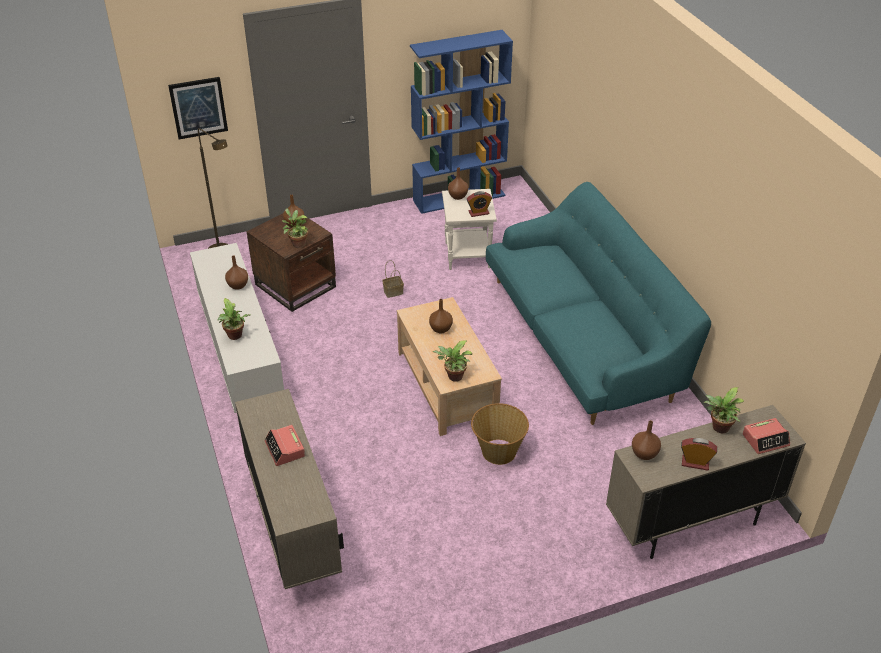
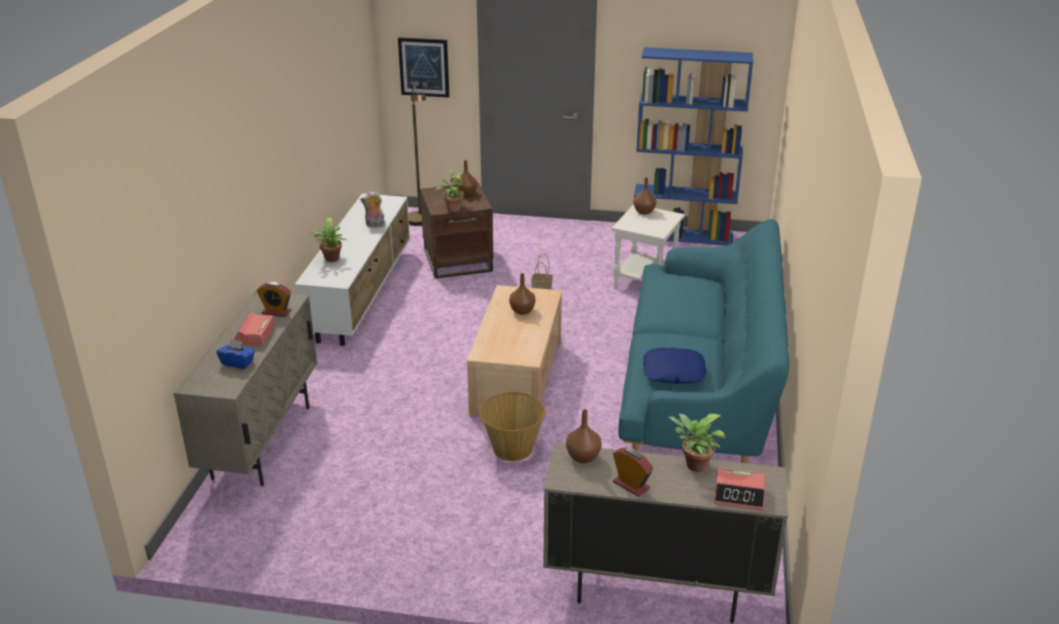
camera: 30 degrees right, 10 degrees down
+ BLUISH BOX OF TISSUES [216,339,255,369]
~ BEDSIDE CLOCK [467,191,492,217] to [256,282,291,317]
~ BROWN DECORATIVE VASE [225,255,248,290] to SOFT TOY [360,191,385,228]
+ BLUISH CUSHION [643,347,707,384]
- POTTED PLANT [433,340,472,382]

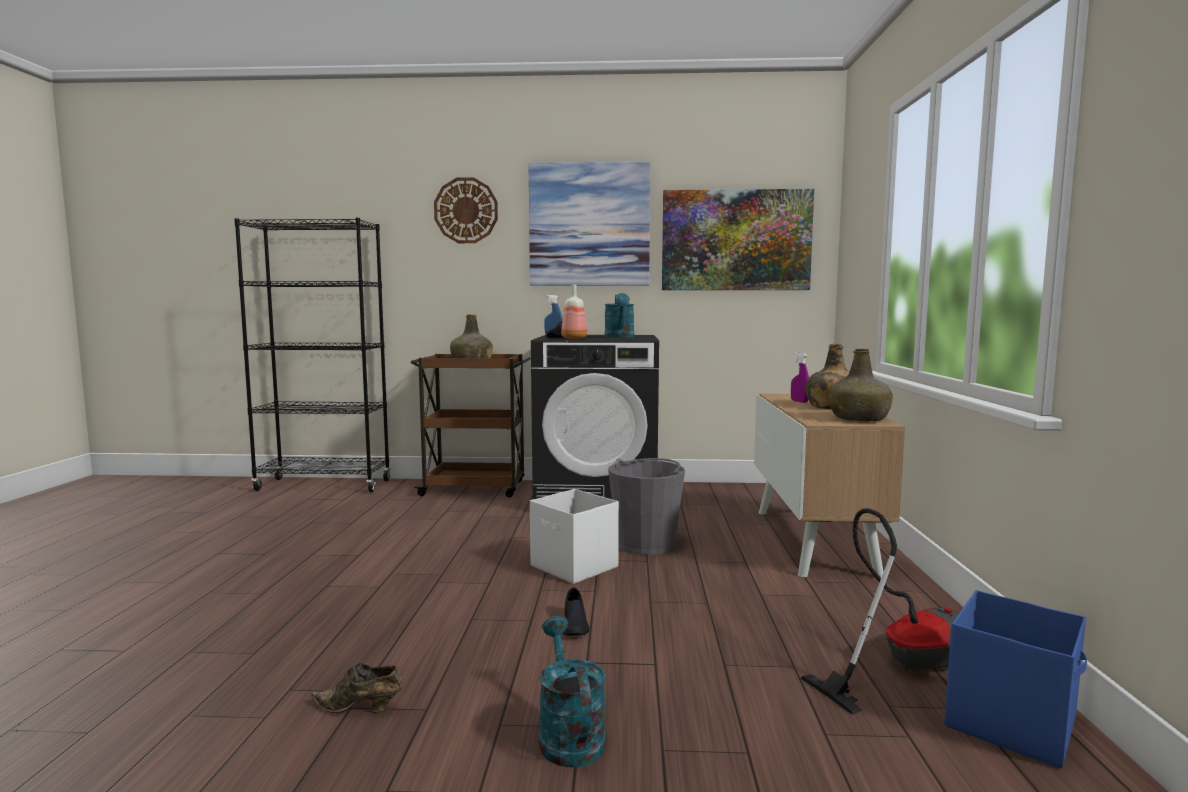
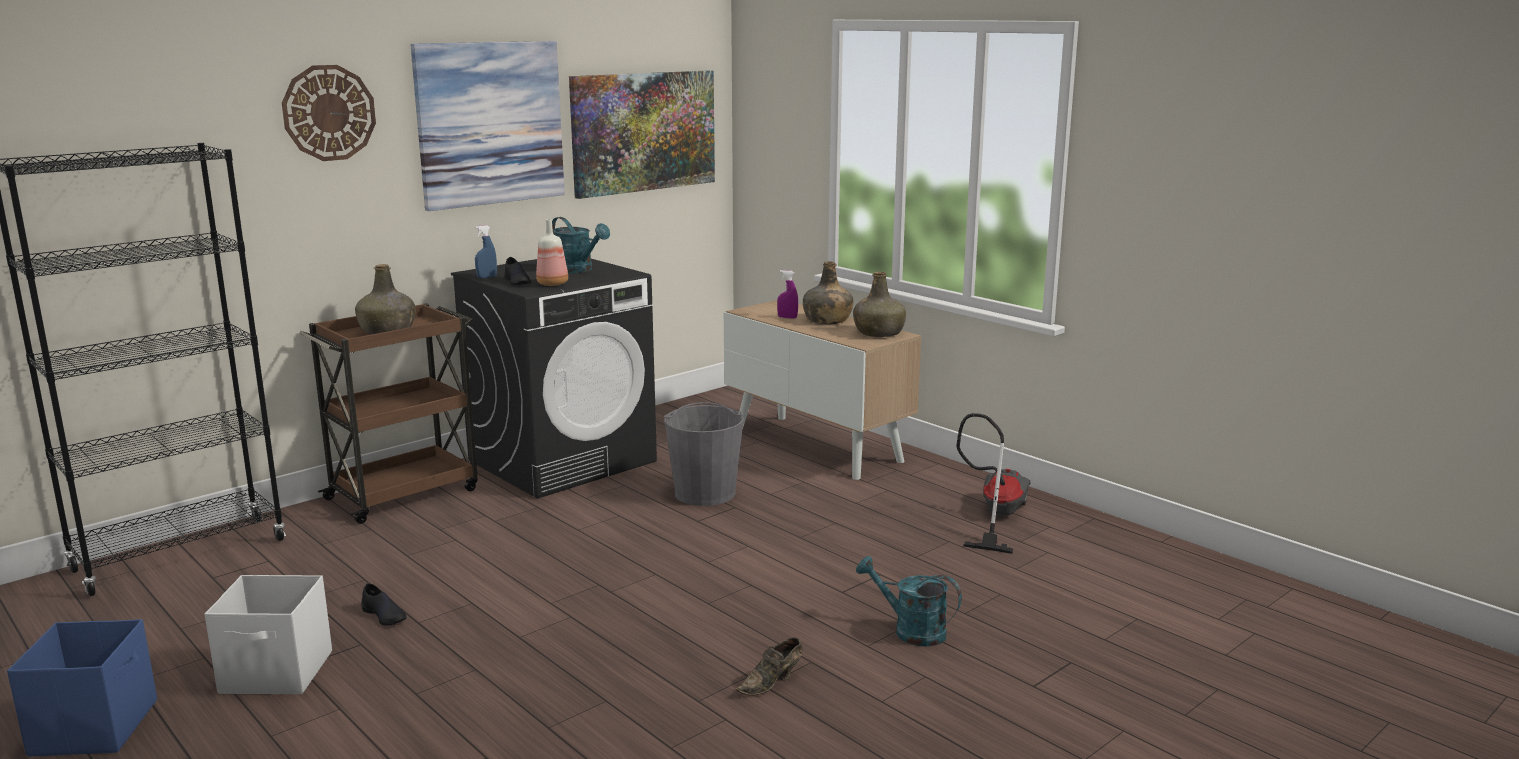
camera: 45 degrees left, 10 degrees up
~ BLUISH STORAGE BIN [944,590,1087,768] to [7,619,157,756]
~ WHITE STORAGE BIN [530,489,619,584] to [205,575,332,694]
~ BLACK-COLOURED SHOE [563,587,589,636] to [361,583,407,626]

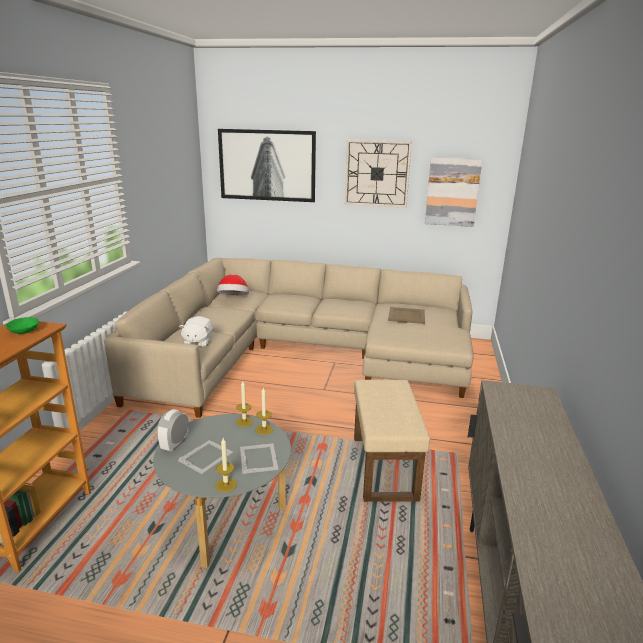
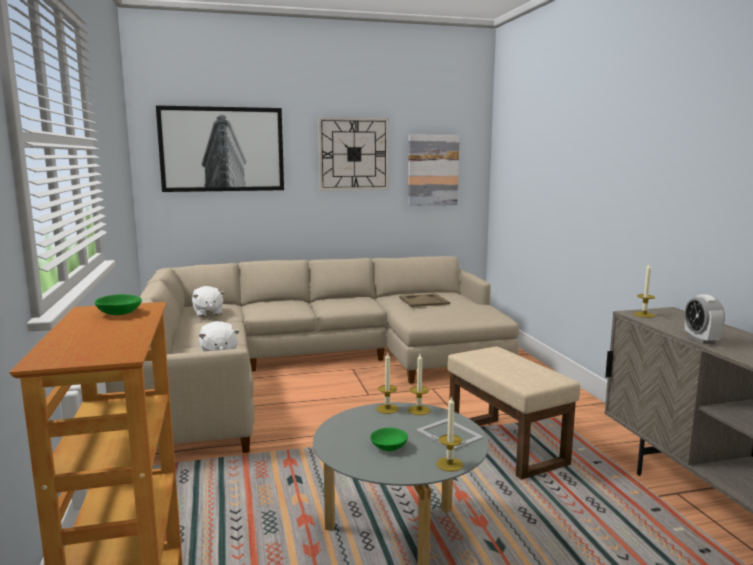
camera: 25 degrees left, 10 degrees down
~ CLOTHING HAT [217,275,249,295] to WHITE SOFT TOY [192,286,225,317]
~ PICTURE FRAME [178,440,233,474] to GREEN BOWL [370,428,408,451]
+ WAX CANDLE [634,264,655,318]
~ BEDSIDE CLOCK [157,409,188,452] to [685,294,725,344]

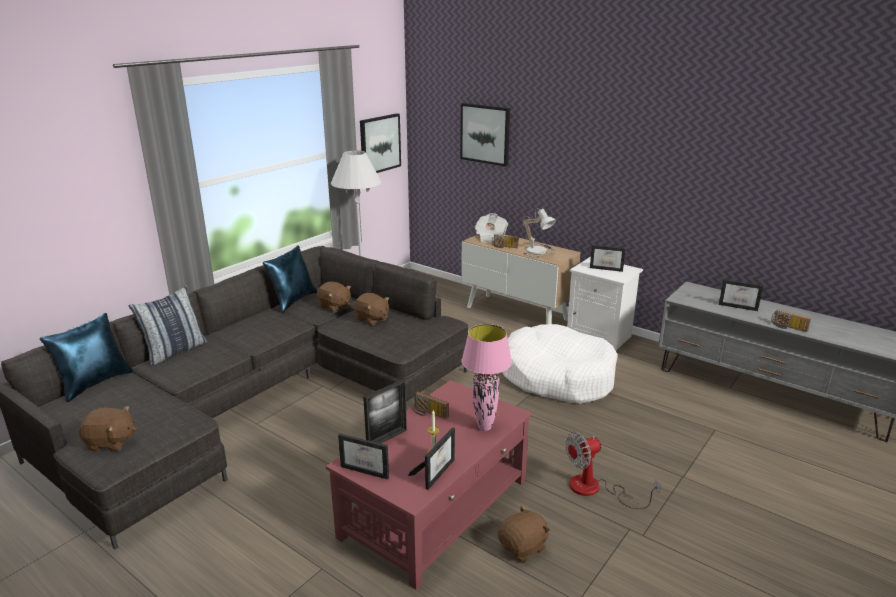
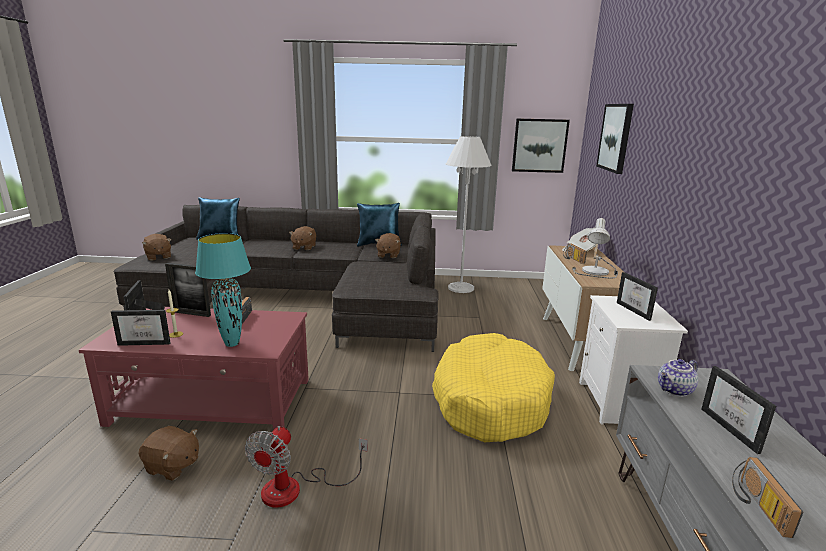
camera: 55 degrees right, 5 degrees down
~ PINKISH TABLE LAMP [462,324,512,431] to TURQUOISE TABLE LAMP [195,233,251,347]
~ COOLING FAN [565,432,661,509] = [245,426,368,508] 105 degrees counterclockwise
~ BROWN SOFT TOY [353,293,389,325] to [289,226,316,250]
~ WHITE DOG BED [502,324,618,404] to YELLOW-COLOURED DOG BED [432,333,555,442]
+ TEA POT [658,359,698,397]
- CUSHION [128,285,208,366]

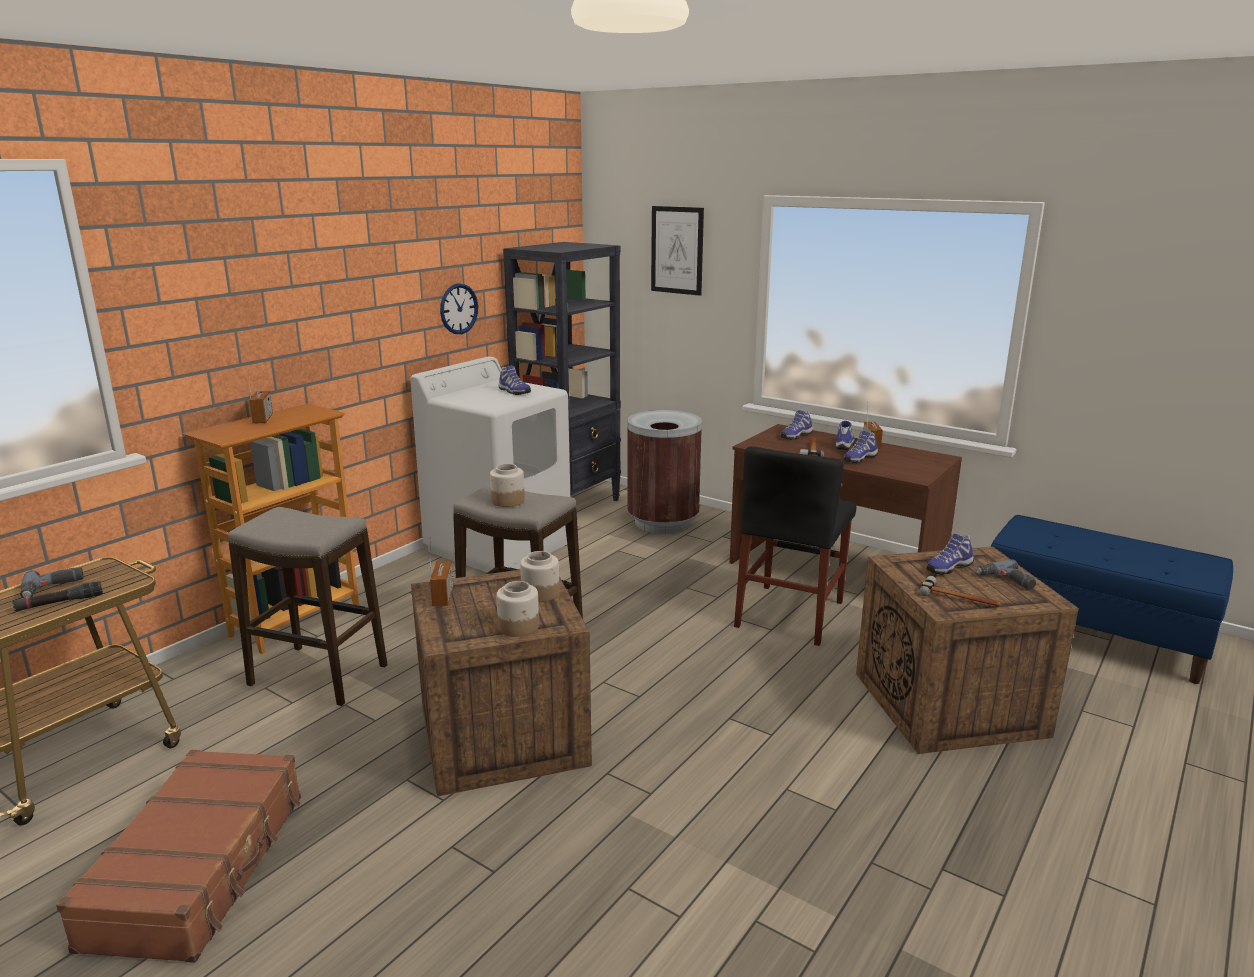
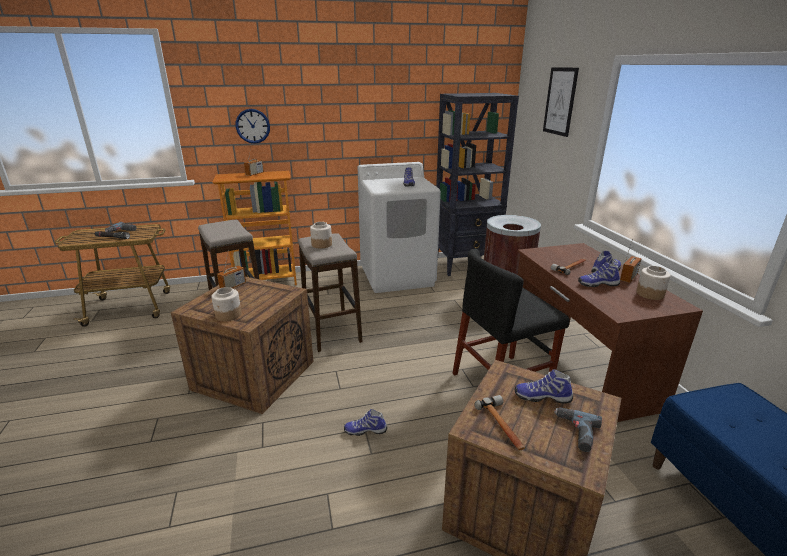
camera: 40 degrees right, 5 degrees up
~ CLOCK ON THE WALL [440,283,478,334] to [236,109,270,144]
~ SHOE [780,410,813,440] to [344,409,387,436]
~ STORAGE JAR [520,551,560,602] to [636,266,671,300]
- BROWN TRAVEL CASE [56,750,301,963]

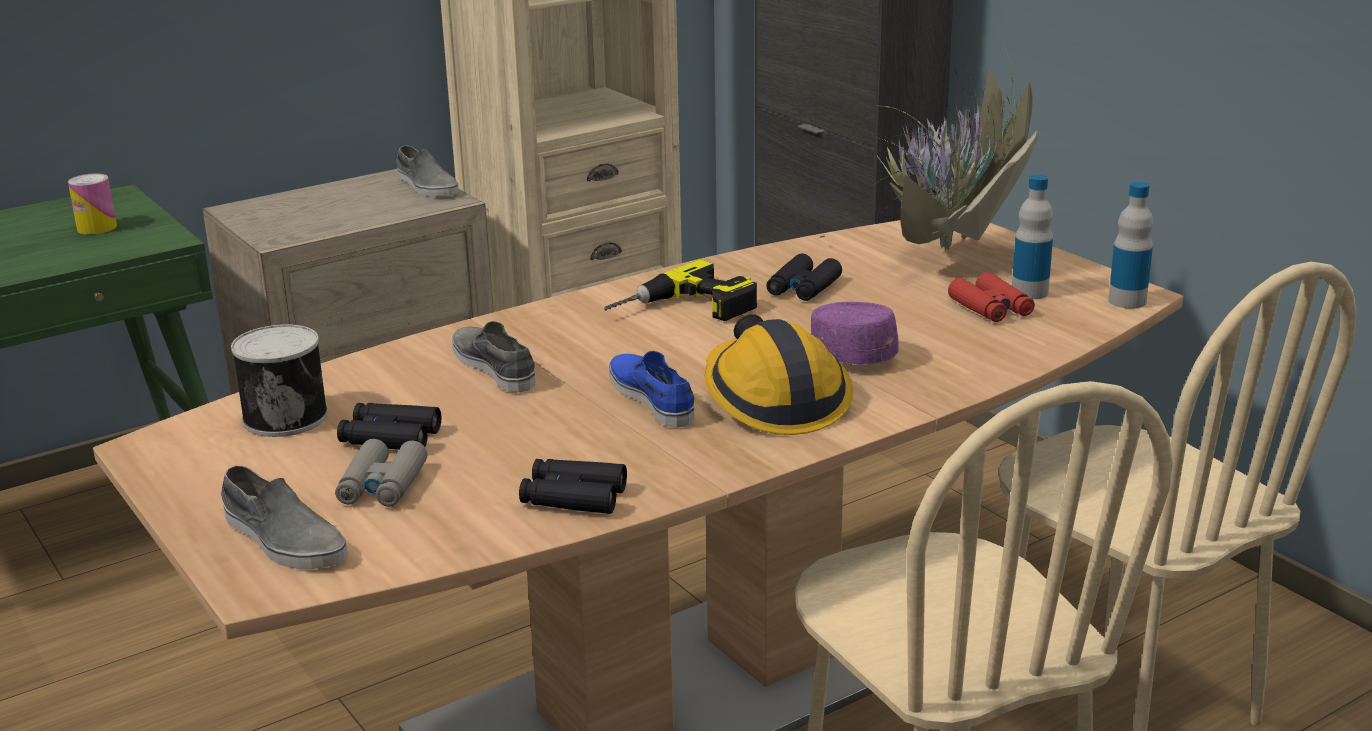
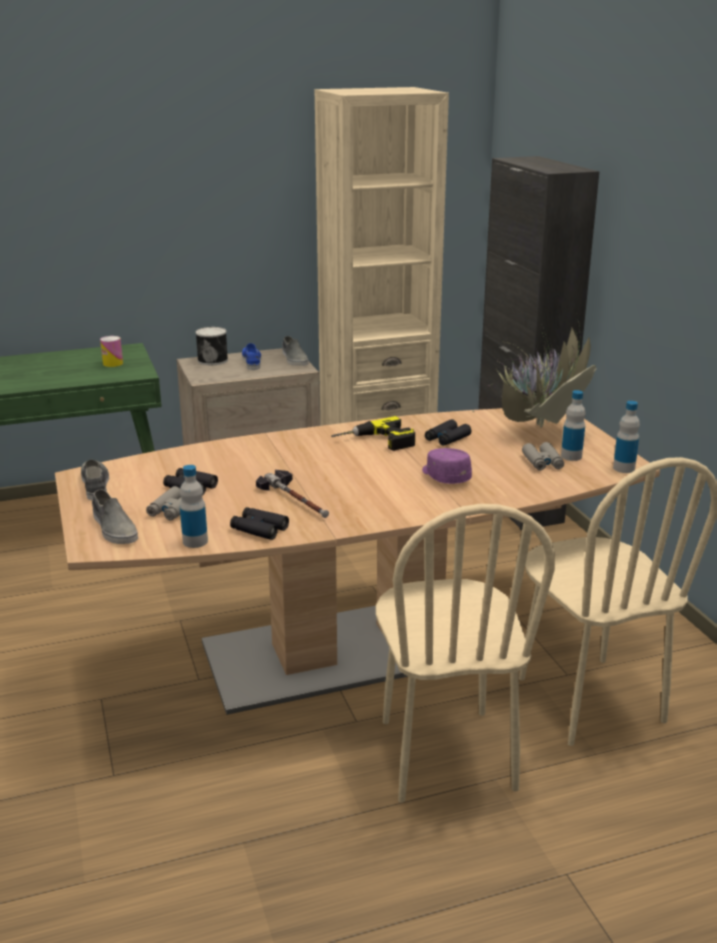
camera: 15 degrees right, 0 degrees up
~ GREYISH SHOE [452,321,535,393] to [81,459,109,500]
+ BOTTLE [180,465,208,548]
~ CAN [231,324,328,437] to [195,327,228,365]
~ BLUISH SHOE [609,351,694,428] to [242,343,261,370]
+ HAND HAMMER [256,470,329,518]
~ REDDISH FIELD GLASSES [948,272,1035,322] to GREYISH FIELD GLASSES [522,442,564,470]
- WORK HELMET [704,314,853,435]

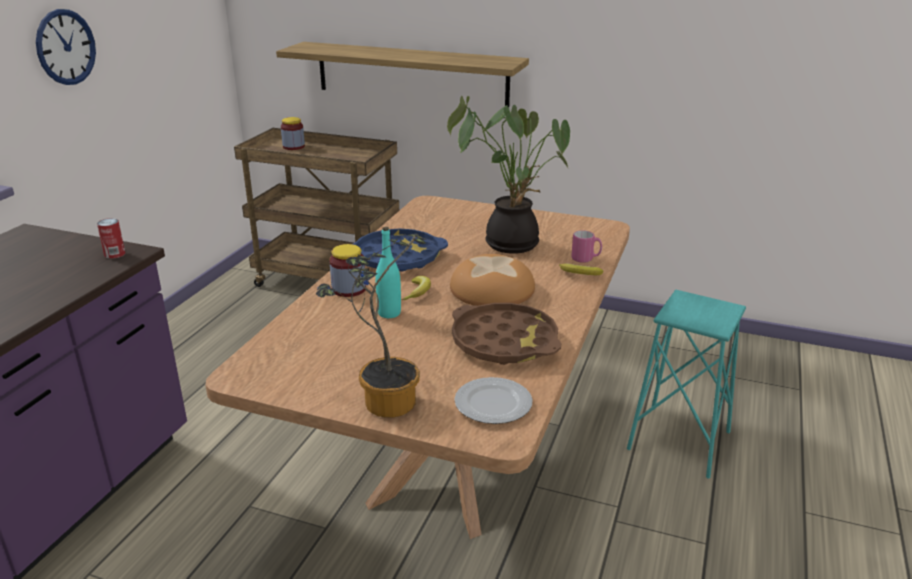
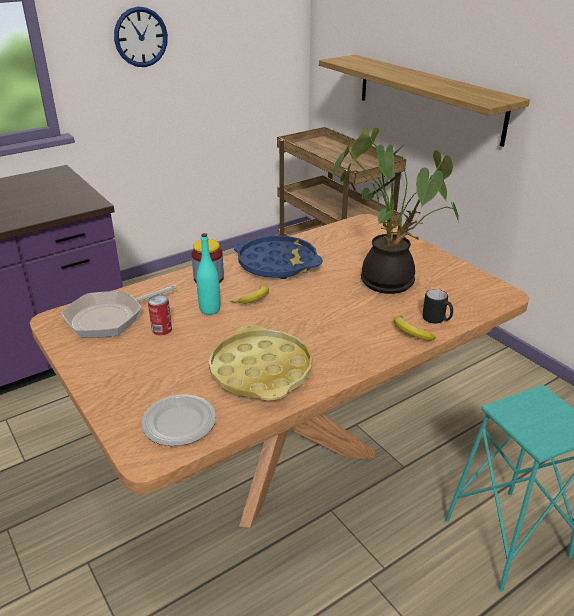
camera: 35 degrees right, 5 degrees up
+ PAN [61,285,177,338]
~ CAN [97,218,125,259] to [148,295,172,336]
~ BROWN CARRYING TRAY [452,303,561,365] to YELLOW-COLOURED CARRYING TRAY [209,325,312,401]
~ PINKISH COFFEE MUG [571,230,602,263] to BLACK-COLOURED COFFEE MUG [422,289,453,323]
- STORAGE JAR [281,117,305,150]
- POTTED PLANT [316,234,427,418]
- BAKERY BREAD [450,254,535,306]

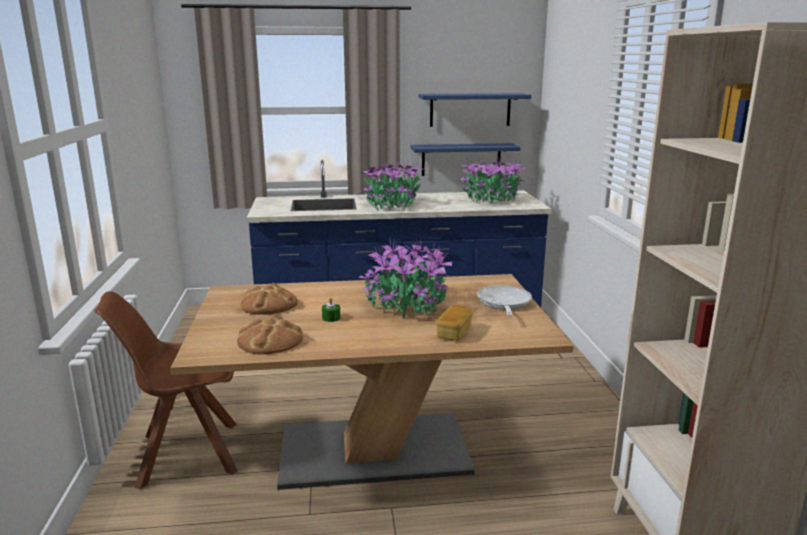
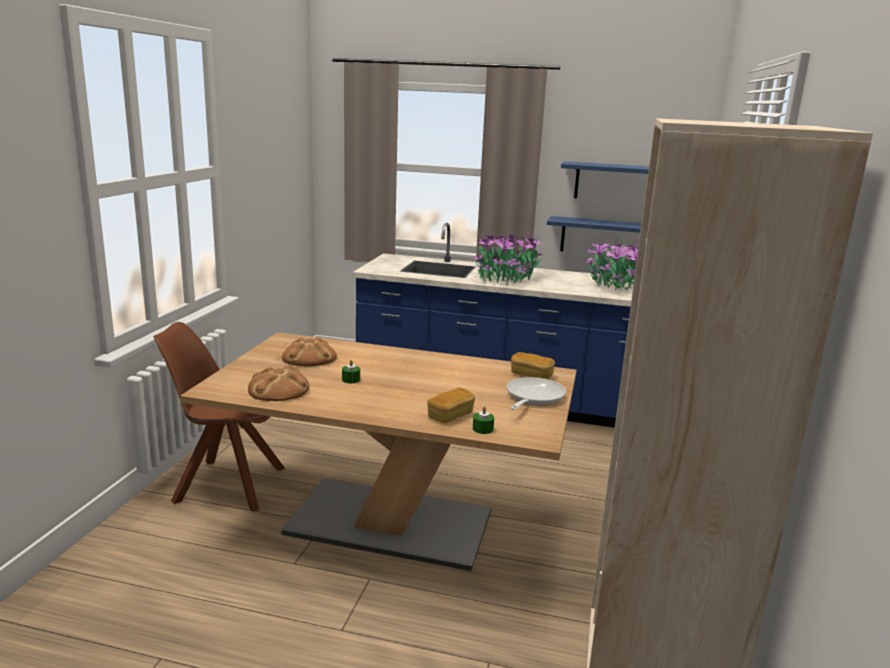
camera: 20 degrees right, 0 degrees up
+ GREEN WAX CANDLE [473,406,494,434]
+ BAKERY BREAD [511,352,555,379]
- POTTED PLANT [359,239,452,318]

